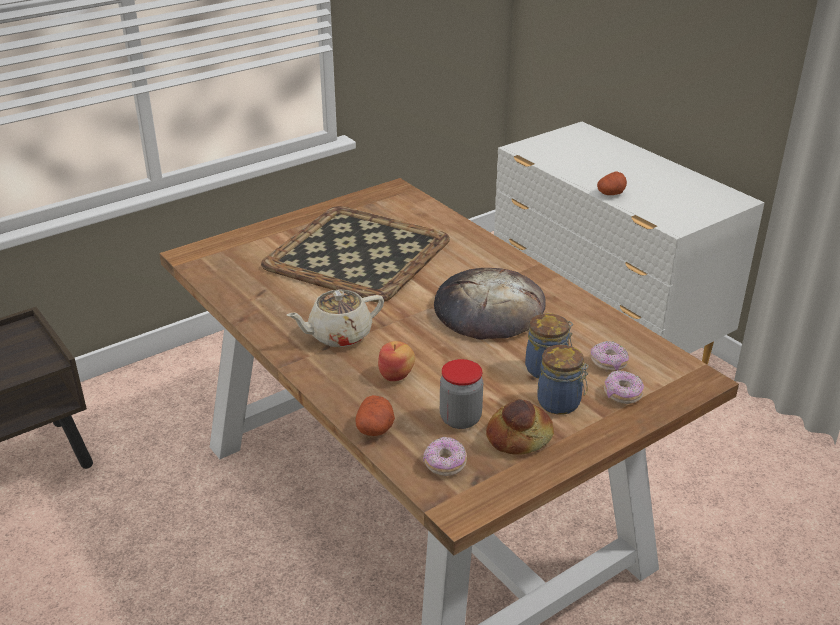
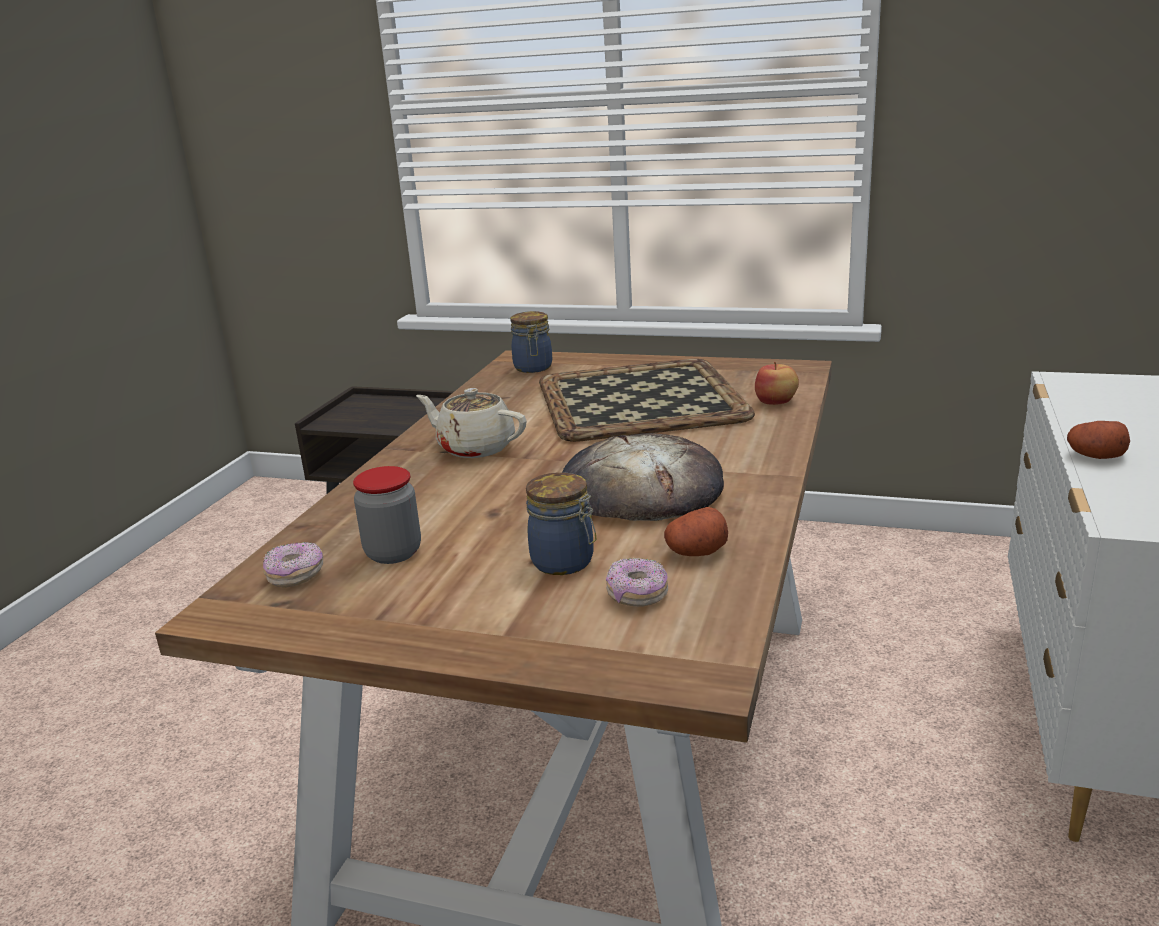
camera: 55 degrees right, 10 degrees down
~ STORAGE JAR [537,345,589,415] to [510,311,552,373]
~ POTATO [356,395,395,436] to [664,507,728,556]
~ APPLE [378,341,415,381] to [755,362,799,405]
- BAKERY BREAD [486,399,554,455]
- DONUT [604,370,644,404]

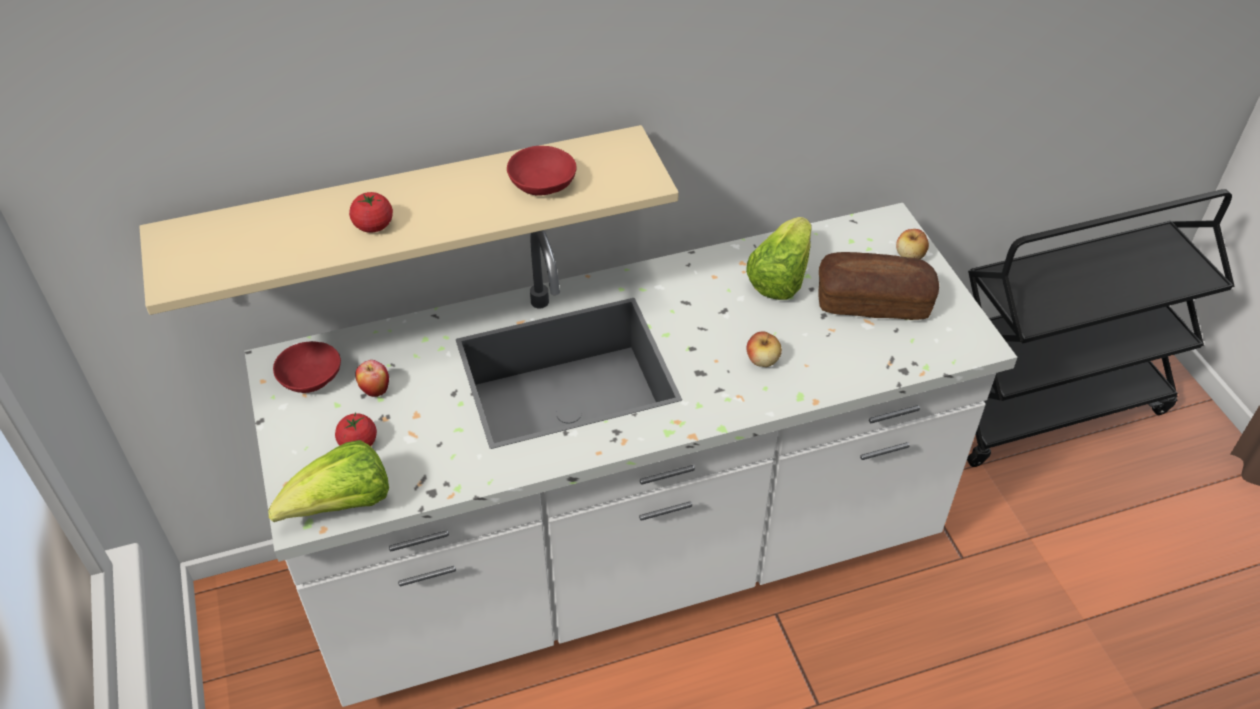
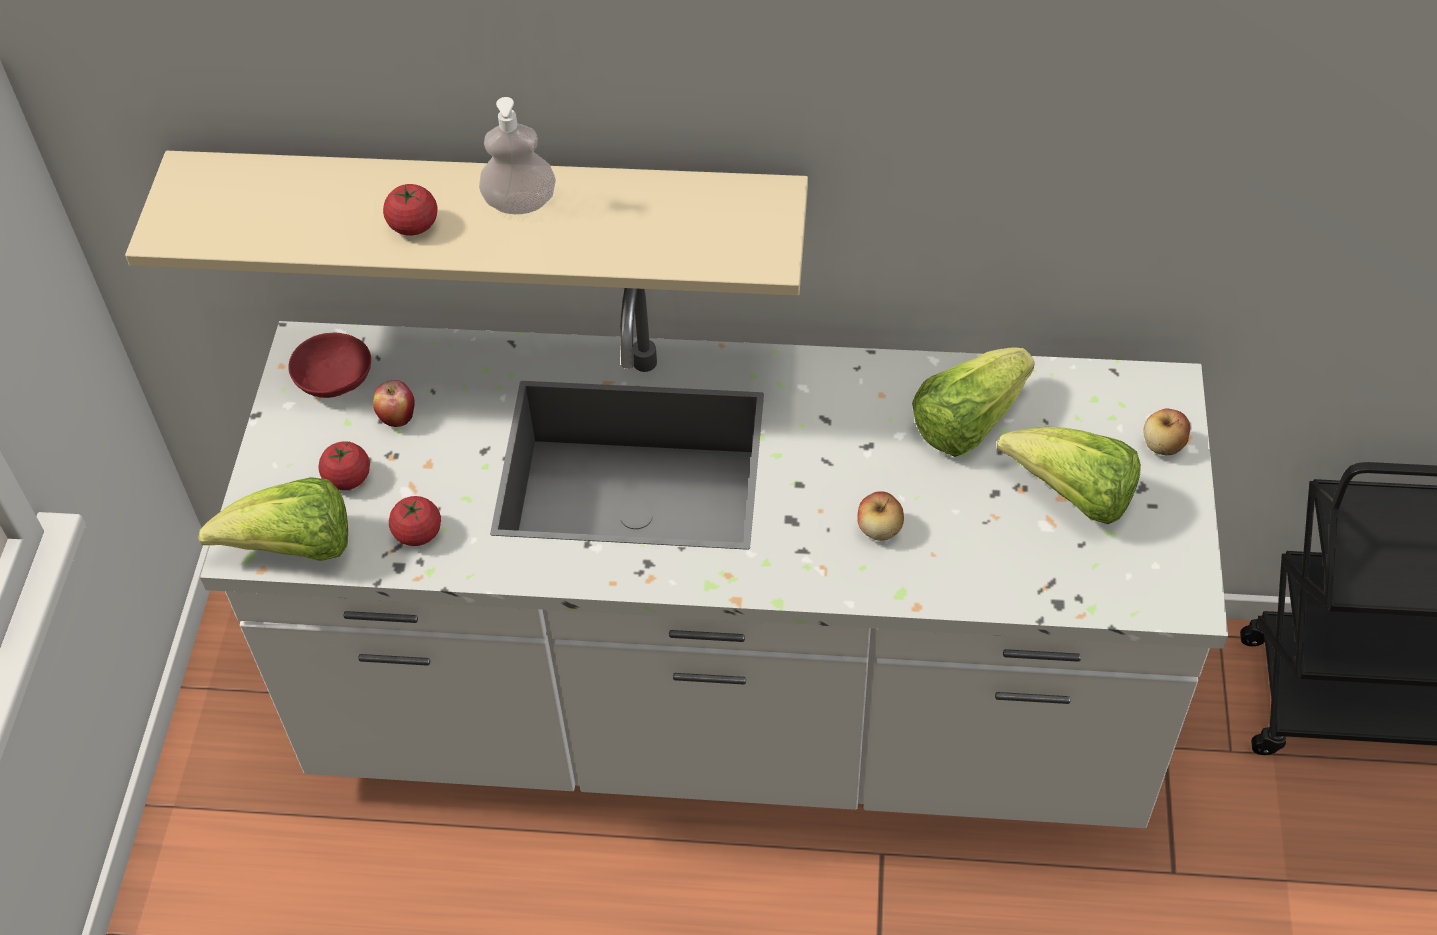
camera: 25 degrees right, 5 degrees up
+ WHOLE TOMATO [389,496,441,546]
+ SOAP BOTTLE [479,97,556,214]
~ BAKERY BREAD [818,252,939,320] to LETTUCE [997,427,1141,524]
- REDDISH BOWL [507,146,577,195]

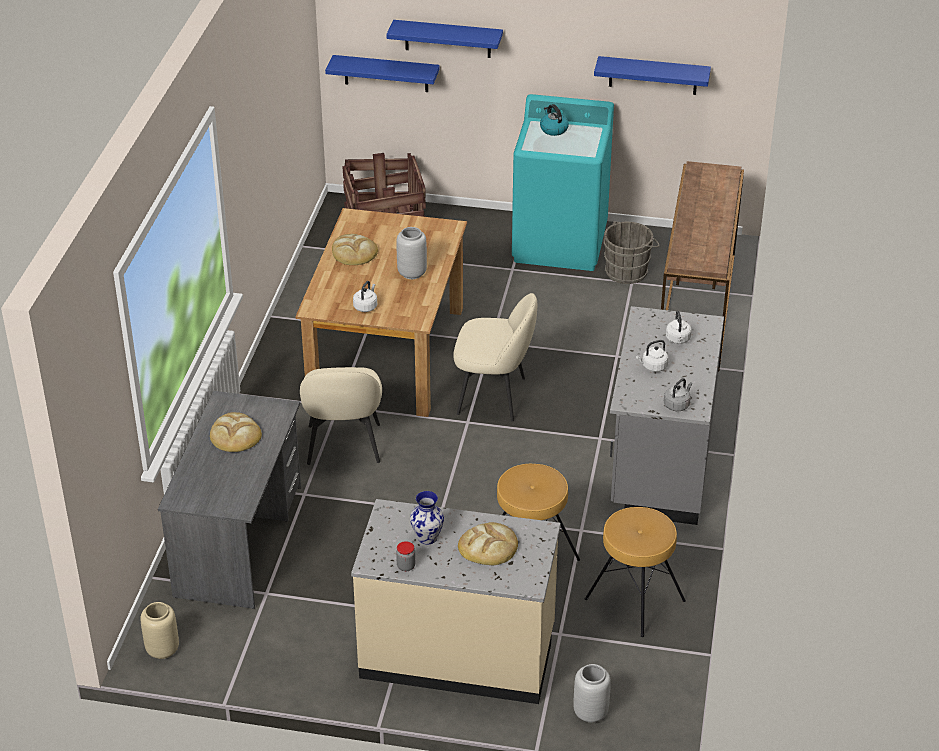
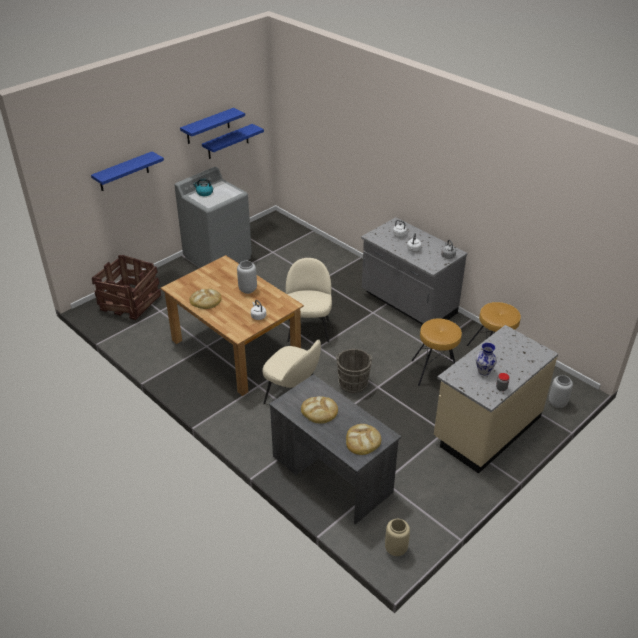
camera: 55 degrees left, 0 degrees up
~ TURQUOISE LAUNDRY MACHINE [512,94,614,271] to GREYISH LAUNDRY MACHINE [174,167,252,268]
~ BLUISH SHELF [325,55,440,92] to [180,108,245,144]
~ BEIGE-COLOURED PLAIN CHAIR [453,293,537,422] = [286,258,332,342] 45 degrees counterclockwise
~ GREYISH WATER BUCKET [603,222,659,284] to [336,349,372,393]
~ BAKERY BREAD [458,522,518,565] to [346,424,381,455]
- BROWN NARROW TABLE [661,161,744,371]

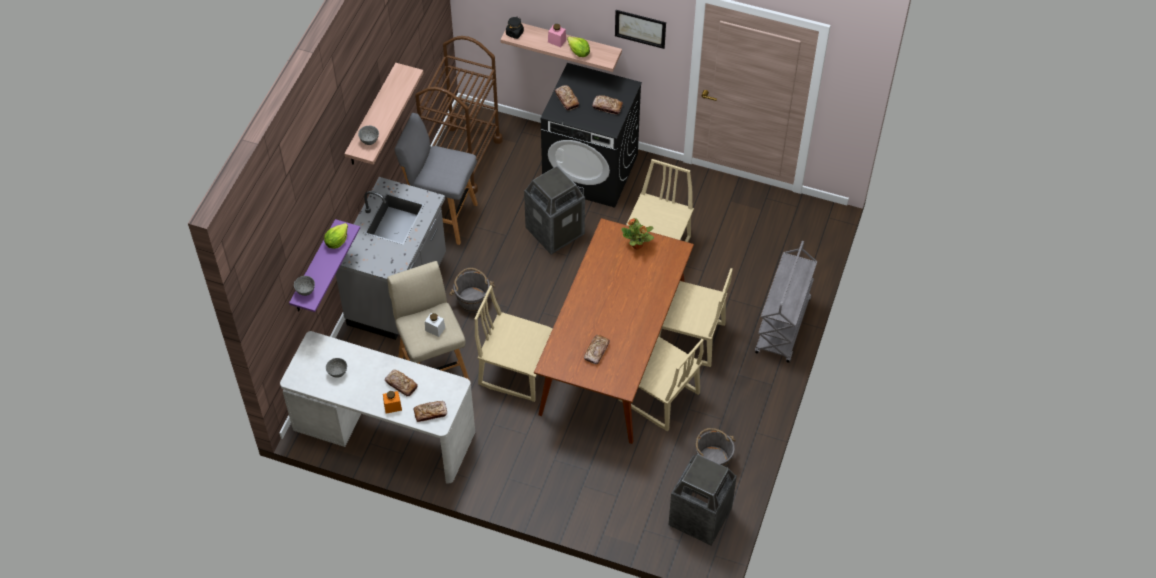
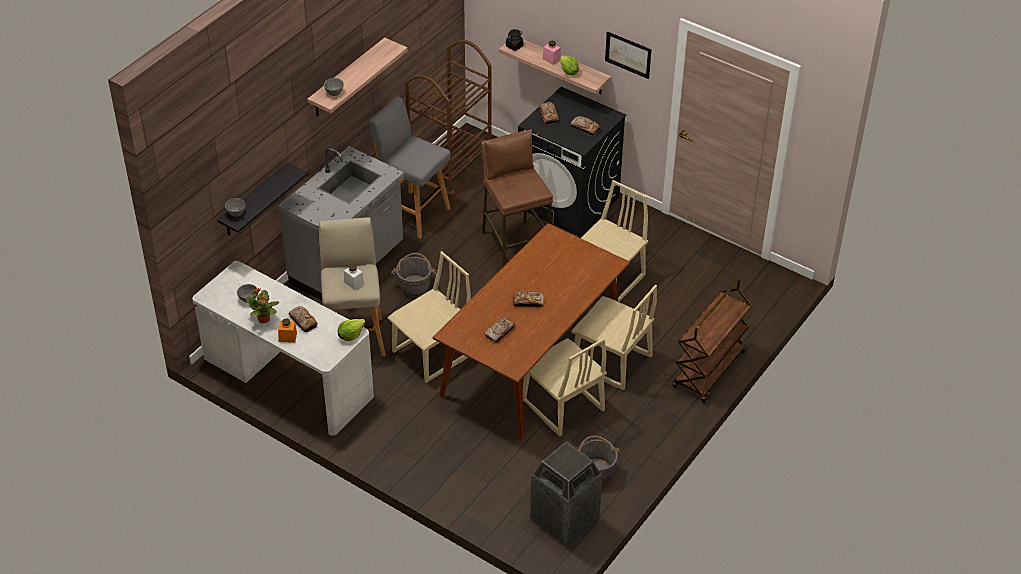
camera: 15 degrees right, 10 degrees down
~ PURPLE-COLOURED SHELF [289,219,360,312] to BLACK-COLOURED SHELF [217,162,308,236]
~ POTTED PLANT [621,218,654,250] to [246,288,279,323]
~ LETTUCE [324,223,348,249] to [338,319,365,341]
~ BEIGE-COLOURED PLAIN CHAIR [474,285,553,402] = [387,251,471,383] 105 degrees clockwise
~ TRASH CAN [524,165,585,254] to BROWN STOOL SEAT [481,129,553,268]
~ BAKERY BREAD [414,401,447,422] to [513,291,544,307]
~ GREYISH CART [755,241,817,363] to BROWN CART [672,279,752,403]

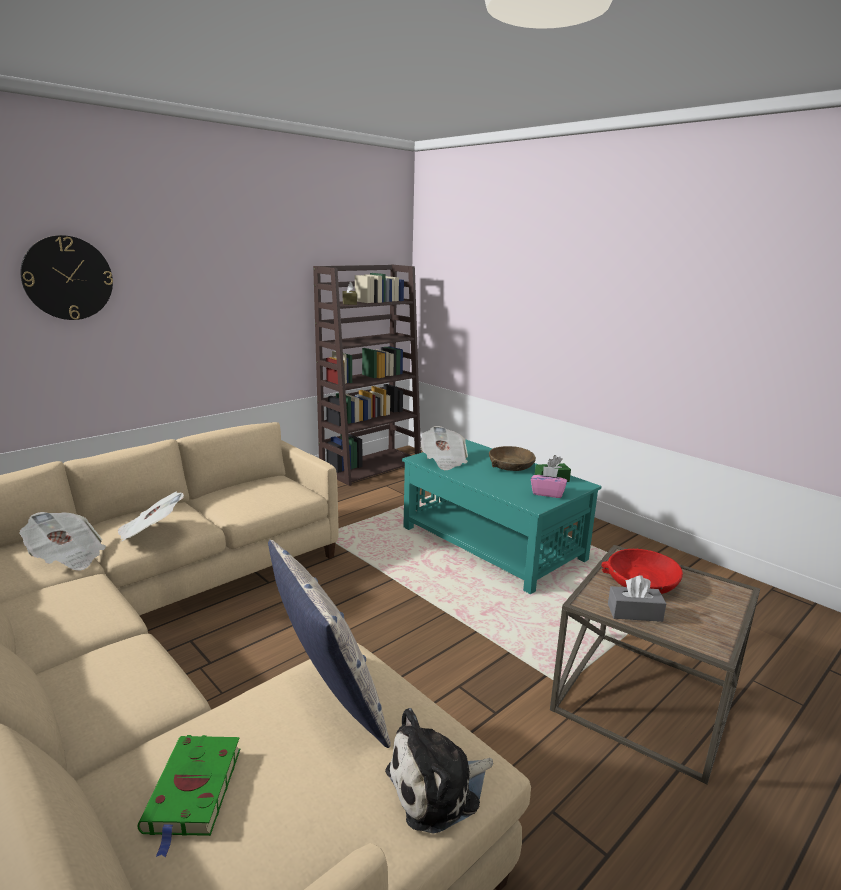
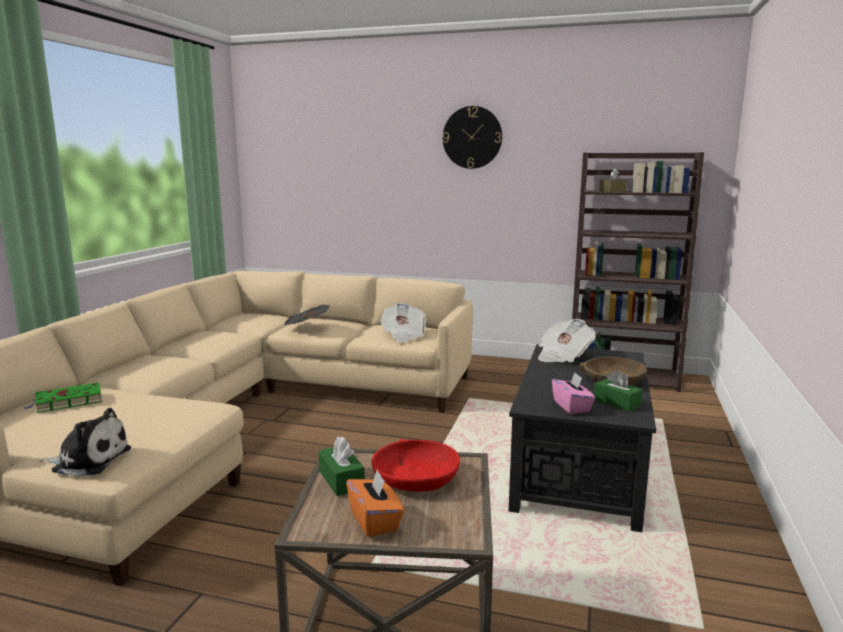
camera: 60 degrees right, 5 degrees down
~ SOFT TOY [385,708,493,834] = [40,408,131,477] 150 degrees clockwise
~ GREYISH BOX OF TISSUES [608,575,666,622] to GREEN BOX OF TISSUES [319,437,365,496]
+ ORANGEY BOX OF TISSUES [346,469,404,537]
~ PRINTED PAPER [19,512,106,571] to [380,303,426,342]
~ CLOCK ON THE WALL [20,235,113,320] to [443,106,502,169]
~ TURQUOISE LOUNGE TABLE [402,440,602,594] to BLACK-COLOURED LOUNGE TABLE [509,344,656,532]
- CUSHION [268,540,391,748]

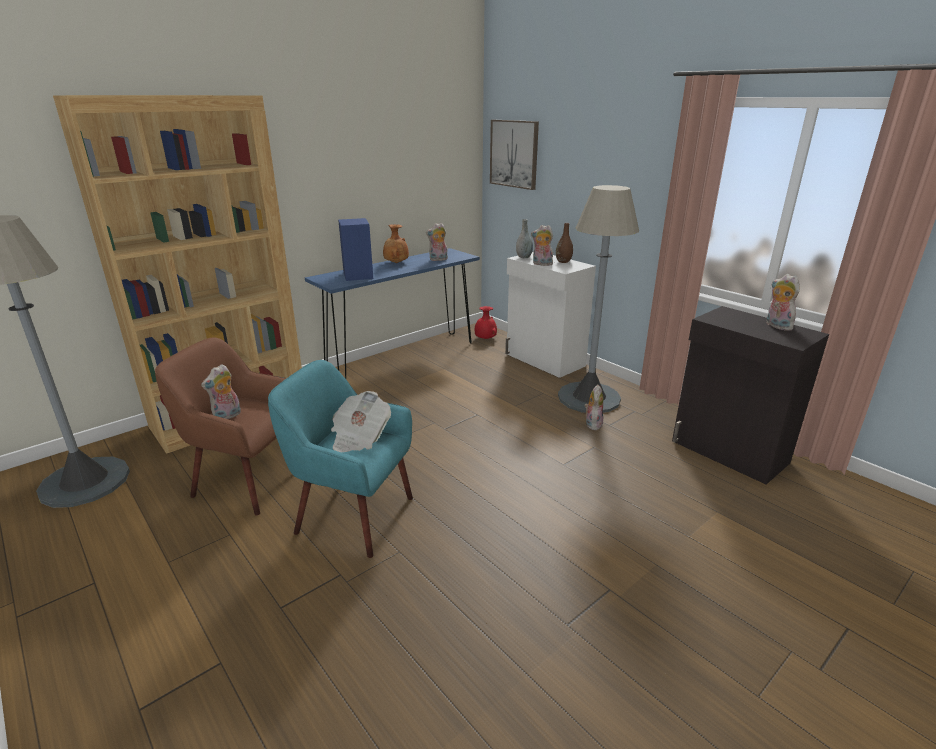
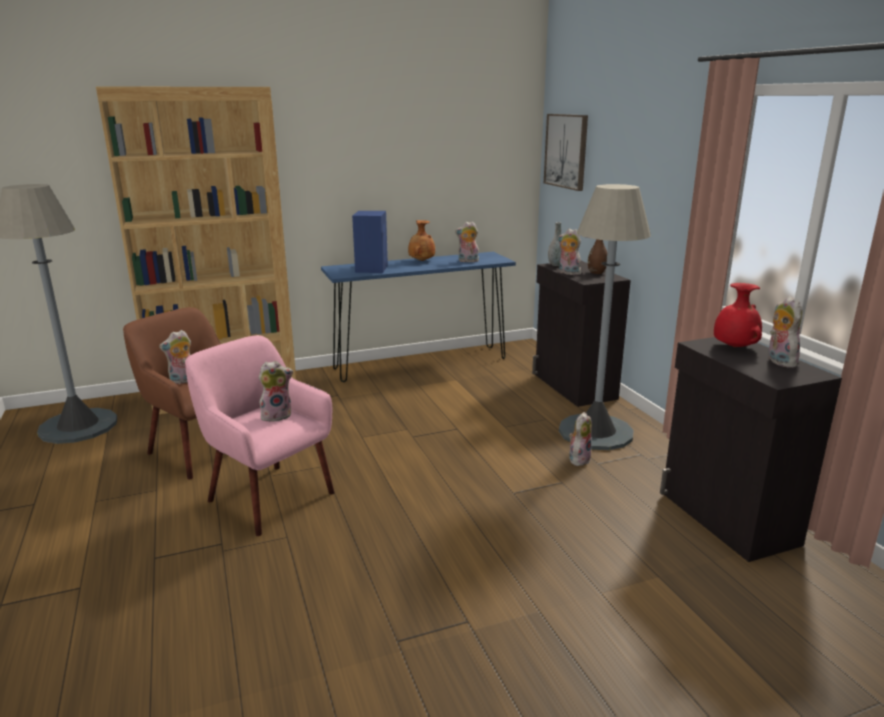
camera: 20 degrees right, 5 degrees down
~ TURQUOISE EASY CHAIR [268,360,413,558] to PINKISH EASY CHAIR [185,335,334,536]
~ PRINTED PAPER [331,391,391,452] to SOFT TOY [258,361,293,422]
~ WHITE STORAGE CABINET [505,252,596,378] to BLACK-COLOURED STORAGE CABINET [532,261,631,407]
~ REDDISH DECORATIVE VASE [475,306,497,339] to [714,283,762,347]

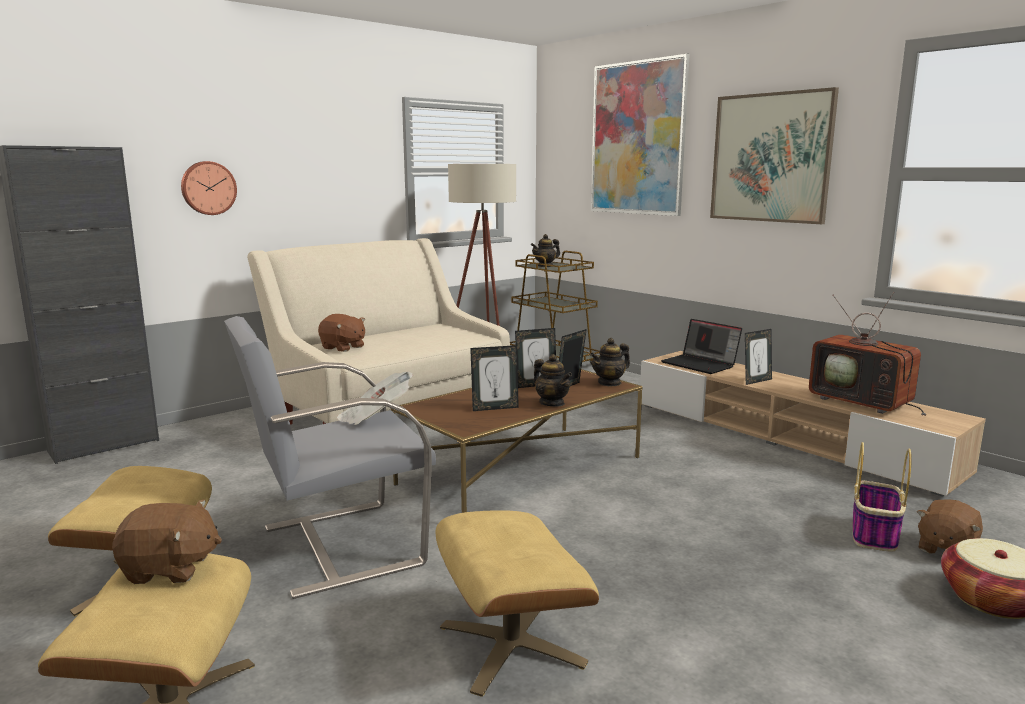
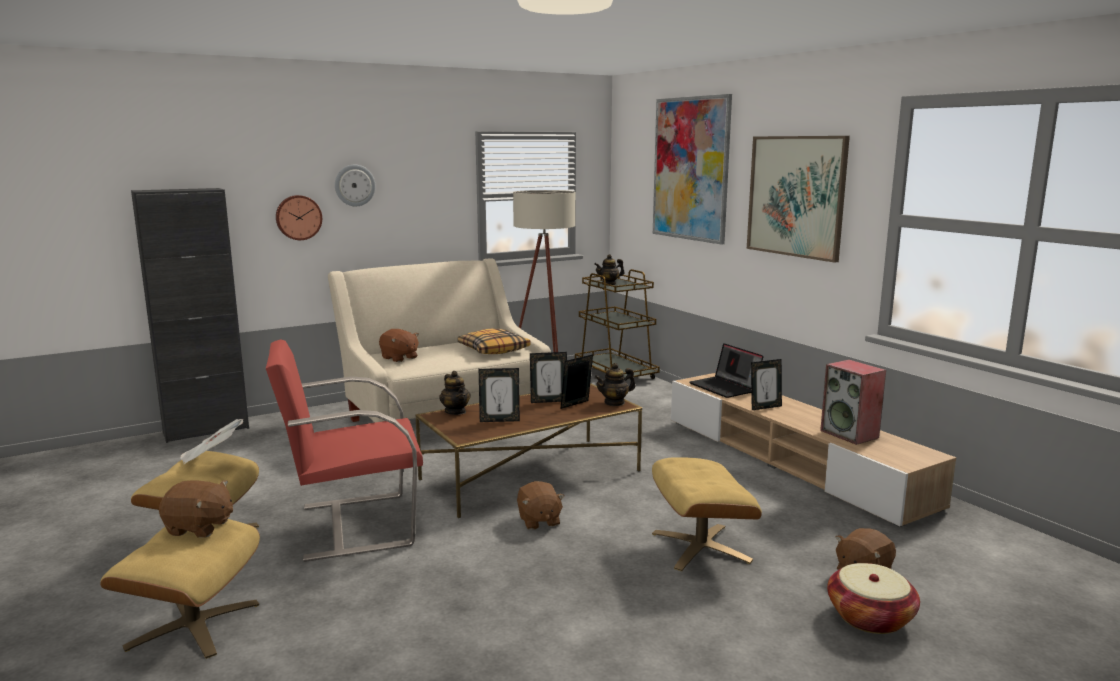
camera: 10 degrees right, 0 degrees up
~ PRINTED PAPER [337,371,413,425] to [180,419,243,465]
~ GREYISH EASY CHAIR [224,316,436,599] to REDDISH EASY CHAIR [266,339,423,562]
+ CLOCK ON THE WALL [335,165,375,206]
~ TEA POT [533,354,572,407] to [439,371,471,415]
+ CUSHION [458,329,531,354]
+ BROWN SOFT TOY [517,481,564,530]
~ BEIGE-COLOURED OTTOMAN [436,510,599,697] to [652,457,762,571]
~ TV [809,291,926,416] to AUDIO SPEAKER [820,360,886,445]
- BASKET [853,442,912,552]

